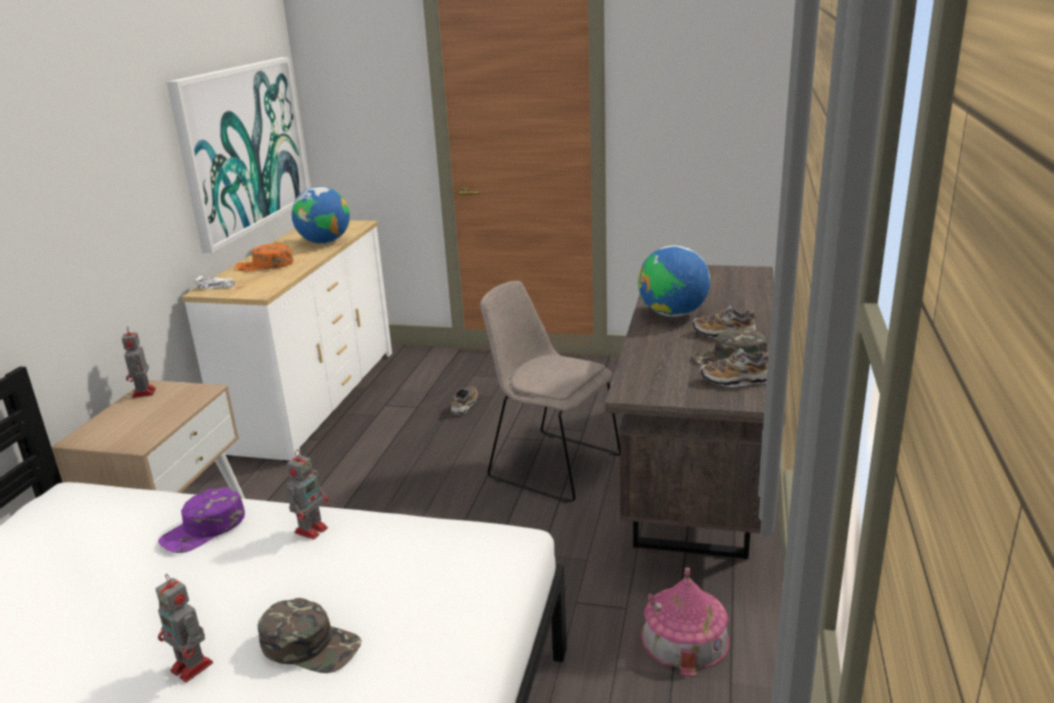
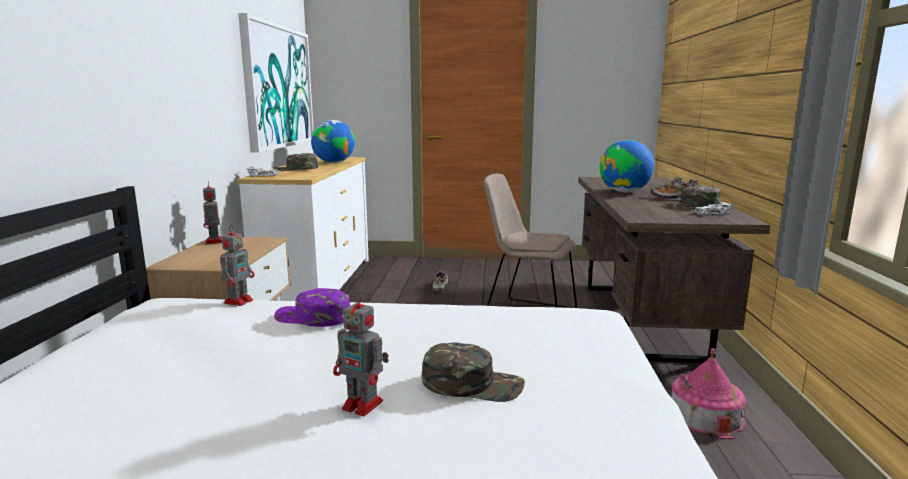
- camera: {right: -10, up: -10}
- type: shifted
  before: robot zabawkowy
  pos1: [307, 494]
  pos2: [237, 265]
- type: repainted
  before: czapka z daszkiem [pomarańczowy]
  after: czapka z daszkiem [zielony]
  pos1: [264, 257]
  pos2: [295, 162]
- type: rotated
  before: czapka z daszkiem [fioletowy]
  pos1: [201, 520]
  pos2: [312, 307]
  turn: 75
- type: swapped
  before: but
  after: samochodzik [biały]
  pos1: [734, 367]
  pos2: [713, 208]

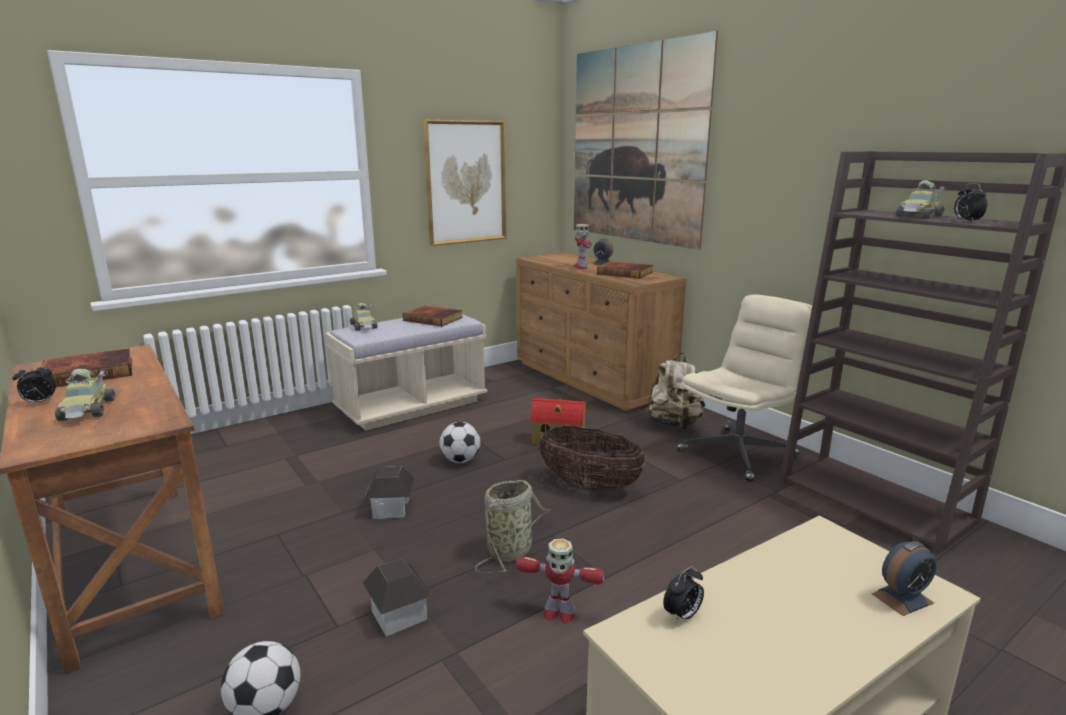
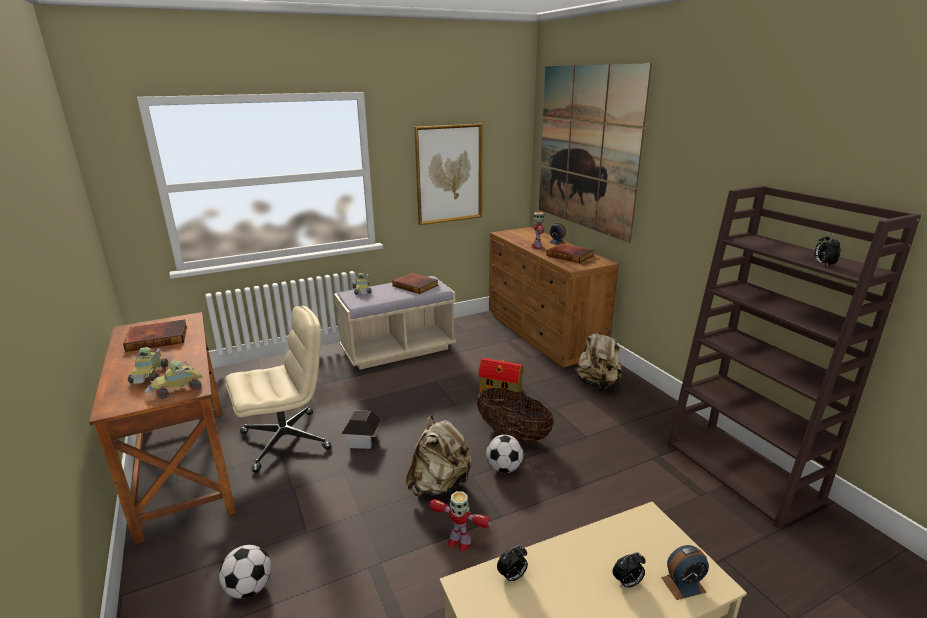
- camera: {right: 10, up: 5}
- type: shifted
  before: samochodzik
  pos1: [921, 199]
  pos2: [174, 379]
- type: shifted
  before: krzesło biurowe [beżowy]
  pos1: [744, 388]
  pos2: [278, 389]
- type: swapped
  before: koszyk
  after: plecak [beżowy]
  pos1: [513, 526]
  pos2: [439, 456]
- type: shifted
  before: piłka futbolowa
  pos1: [460, 442]
  pos2: [504, 454]
- type: shifted
  before: budzik
  pos1: [34, 384]
  pos2: [629, 570]
- type: gone
  before: domek
  pos1: [398, 598]

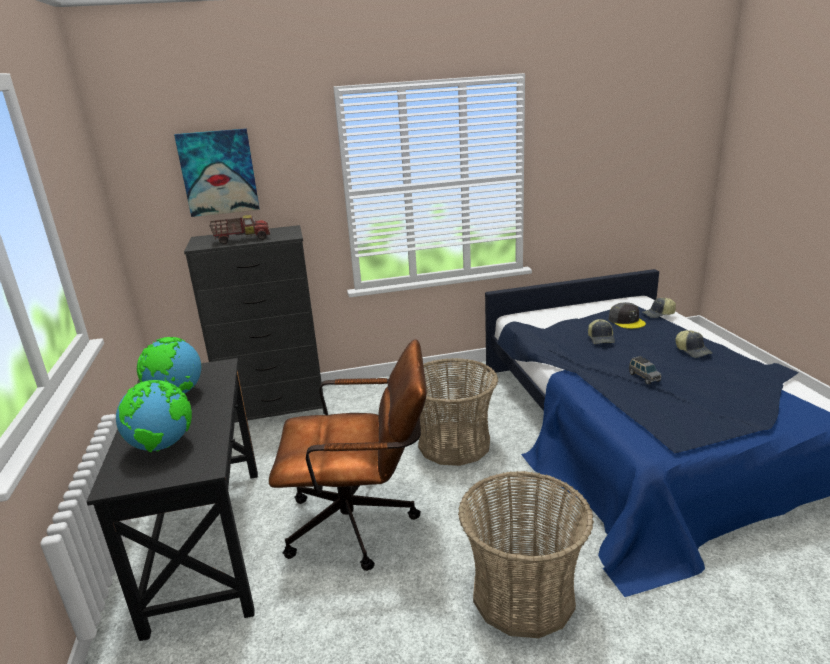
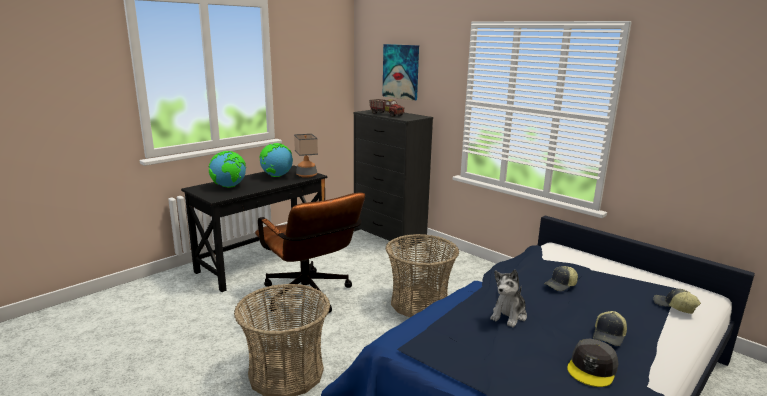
- camera: {right: 55, up: -5}
- type: new
  after: lampa stołowa
  pos2: [306, 156]
- type: swapped
  before: samochodzik [szary]
  after: pluszak
  pos1: [645, 370]
  pos2: [508, 298]
- type: shifted
  before: czapka z daszkiem [szary]
  pos1: [627, 315]
  pos2: [593, 363]

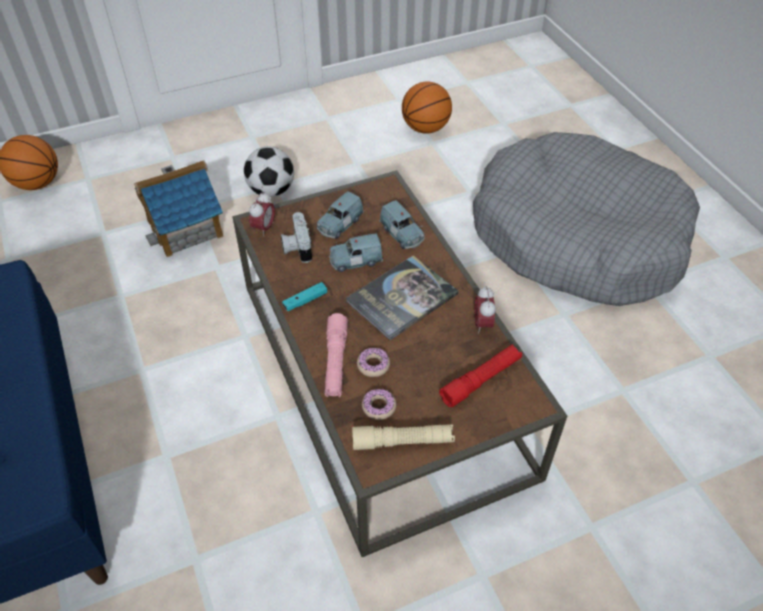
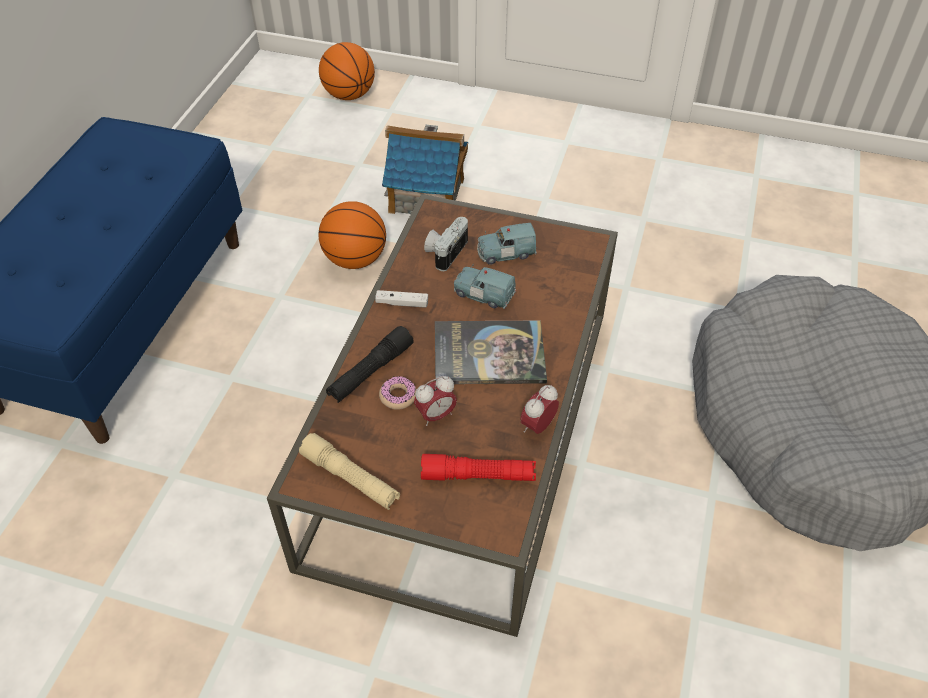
- camera: {right: 40, up: 0}
- type: shifted
  before: piłka do koszykówki
  pos1: [427, 108]
  pos2: [352, 235]
- type: repainted
  before: latarka [różowy]
  after: latarka [czarny]
  pos1: [336, 355]
  pos2: [370, 364]
- type: repainted
  before: pad do gier [turkusowy]
  after: pad do gier [biały]
  pos1: [304, 296]
  pos2: [401, 299]
- type: shifted
  before: budzik
  pos1: [262, 214]
  pos2: [435, 401]
- type: gone
  before: piłka futbolowa
  pos1: [269, 171]
- type: gone
  before: donut
  pos1: [379, 404]
- type: gone
  before: samochodzik [niebieski]
  pos1: [401, 224]

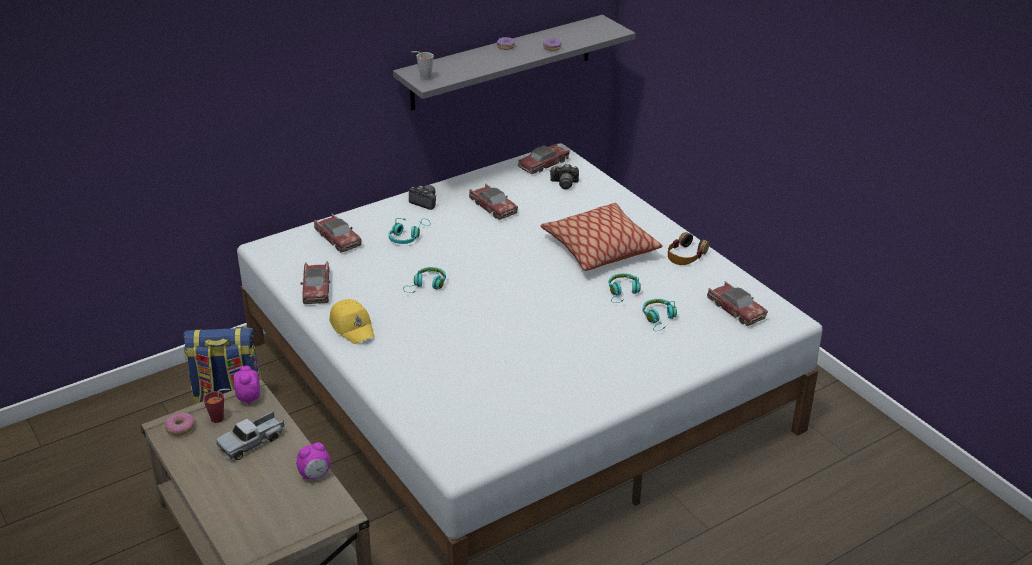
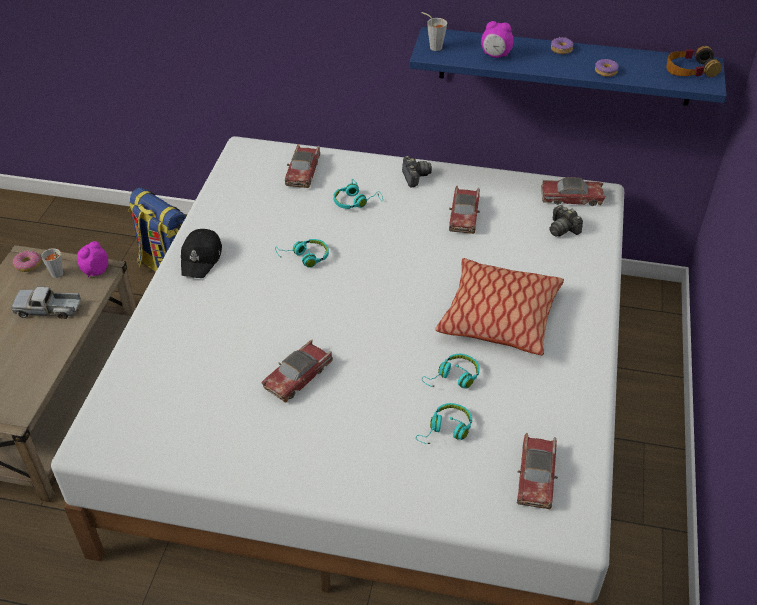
- camera: {right: 45, up: 10}
- type: repainted
  before: filiżanka [czerwony]
  after: filiżanka [szary]
  pos1: [217, 406]
  pos2: [52, 263]
- type: repainted
  before: czapka z daszkiem [żółty]
  after: czapka z daszkiem [czarny]
  pos1: [352, 321]
  pos2: [201, 253]
- type: shifted
  before: samochodzik
  pos1: [315, 282]
  pos2: [297, 370]
- type: repainted
  before: półka [szary]
  after: półka [niebieski]
  pos1: [514, 62]
  pos2: [568, 66]
- type: shifted
  before: budzik
  pos1: [313, 460]
  pos2: [497, 39]
- type: shifted
  before: słuchawki
  pos1: [688, 248]
  pos2: [694, 62]

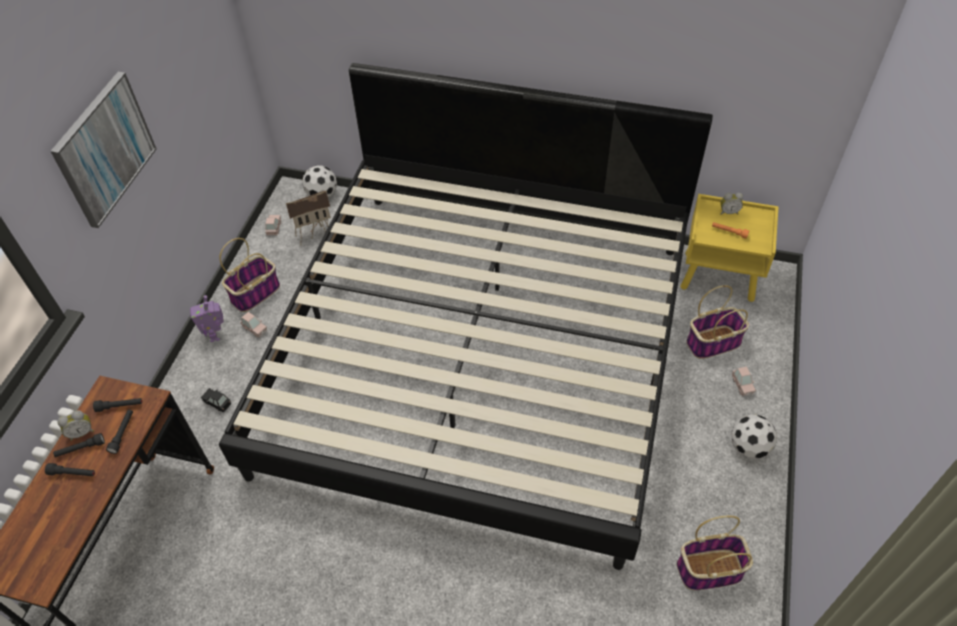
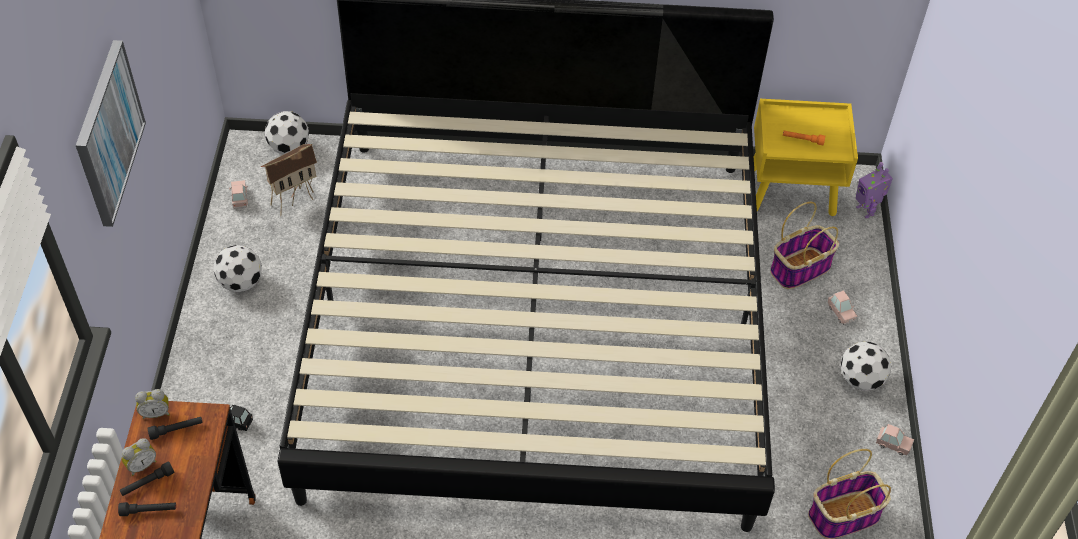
- camera: {right: -15, up: 0}
- type: shifted
  before: budzik
  pos1: [731, 204]
  pos2: [152, 404]
- type: swapped
  before: koszyk
  after: piłka futbolowa
  pos1: [249, 275]
  pos2: [237, 268]
- type: shifted
  before: robot zabawkowy
  pos1: [207, 318]
  pos2: [874, 190]
- type: shifted
  before: samochodzik [różowy]
  pos1: [253, 325]
  pos2: [895, 439]
- type: gone
  before: latarka [czarny]
  pos1: [119, 432]

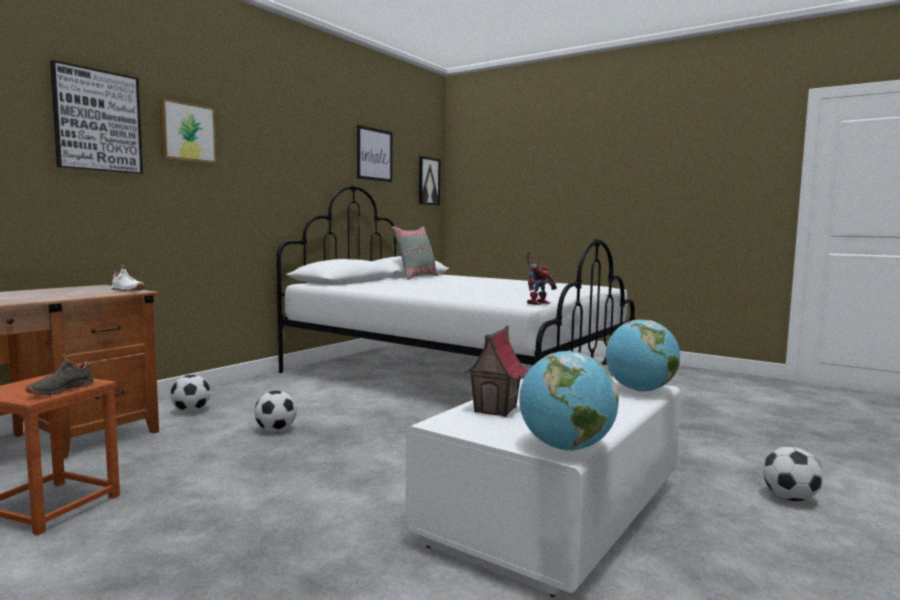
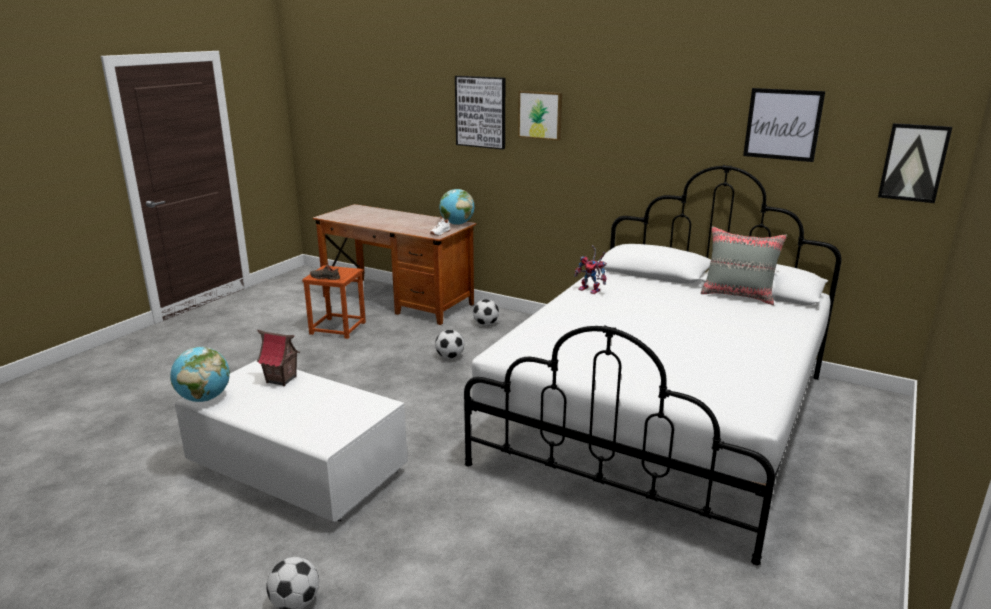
- camera: {right: 85, up: 15}
- type: shifted
  before: globus
  pos1: [643, 355]
  pos2: [456, 207]
- type: shifted
  before: robot zabawkowy
  pos1: [542, 278]
  pos2: [590, 269]

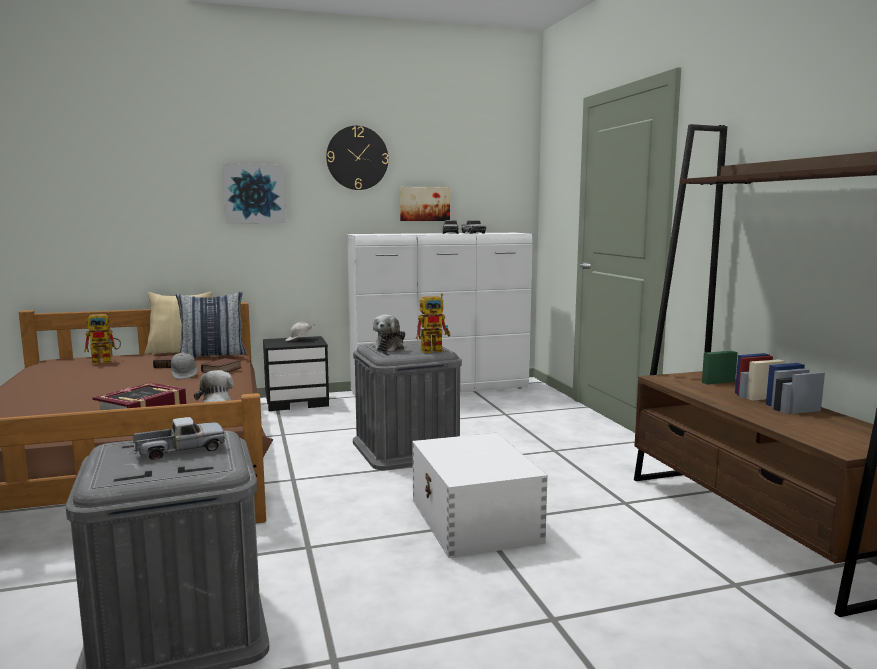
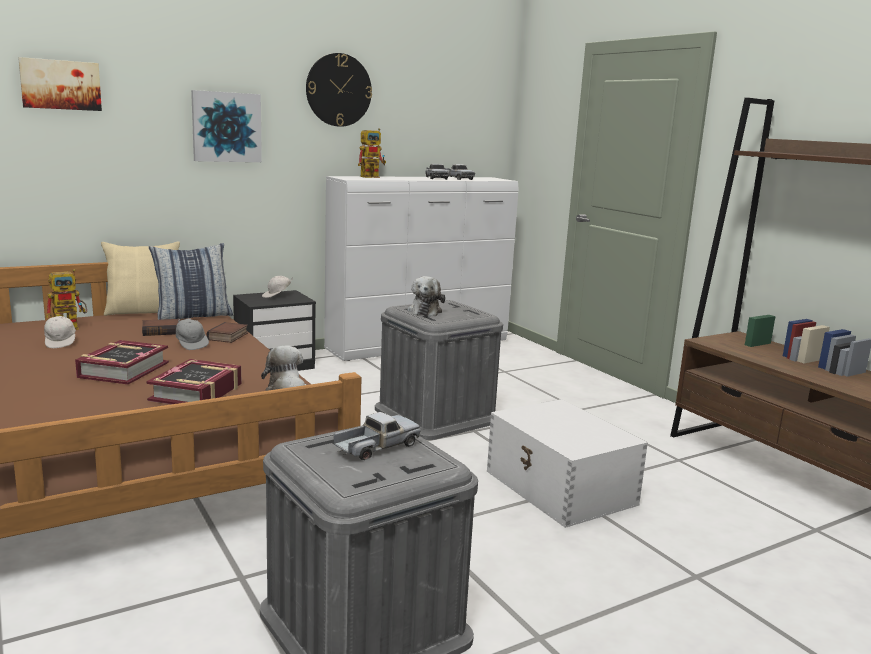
- camera: {right: -15, up: 5}
- type: shifted
  before: obraz
  pos1: [425, 204]
  pos2: [60, 84]
- type: new
  after: czapka z daszkiem [biały]
  pos2: [60, 332]
- type: new
  after: książka
  pos2: [122, 362]
- type: shifted
  before: robot zabawkowy
  pos1: [433, 323]
  pos2: [372, 153]

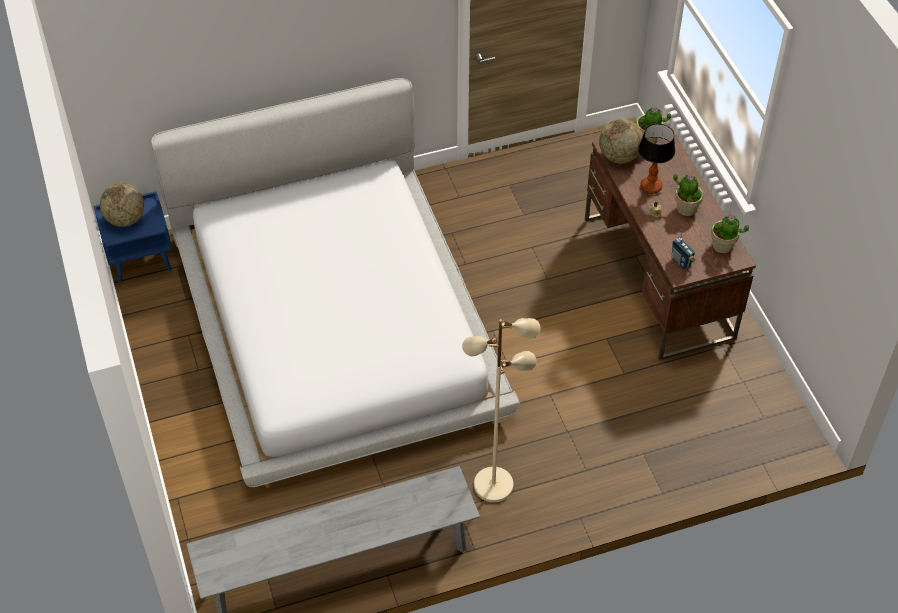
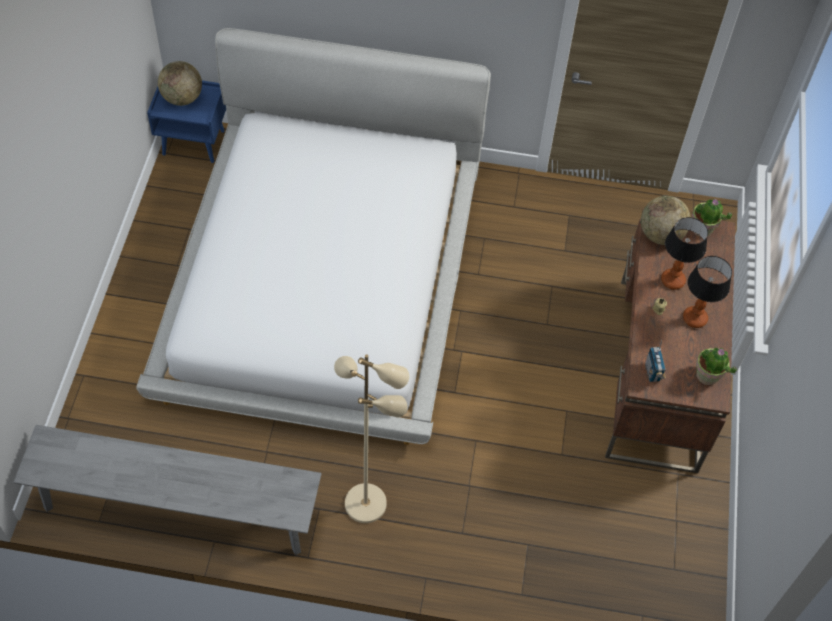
- camera: {right: 25, up: 5}
- type: swapped
  before: roślina doniczkowa
  after: lampa stołowa
  pos1: [688, 195]
  pos2: [707, 292]

